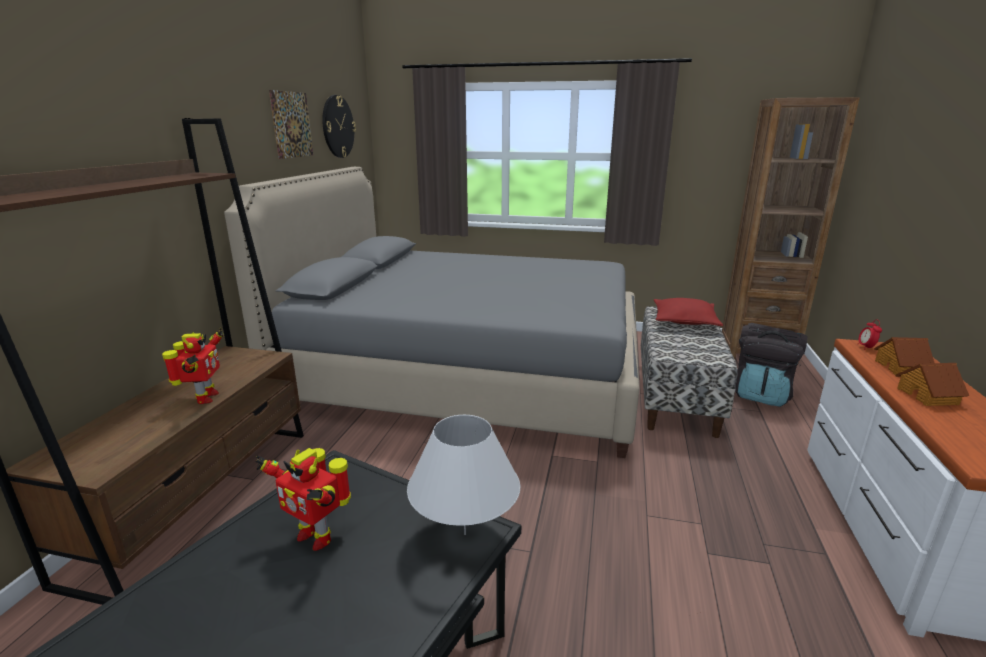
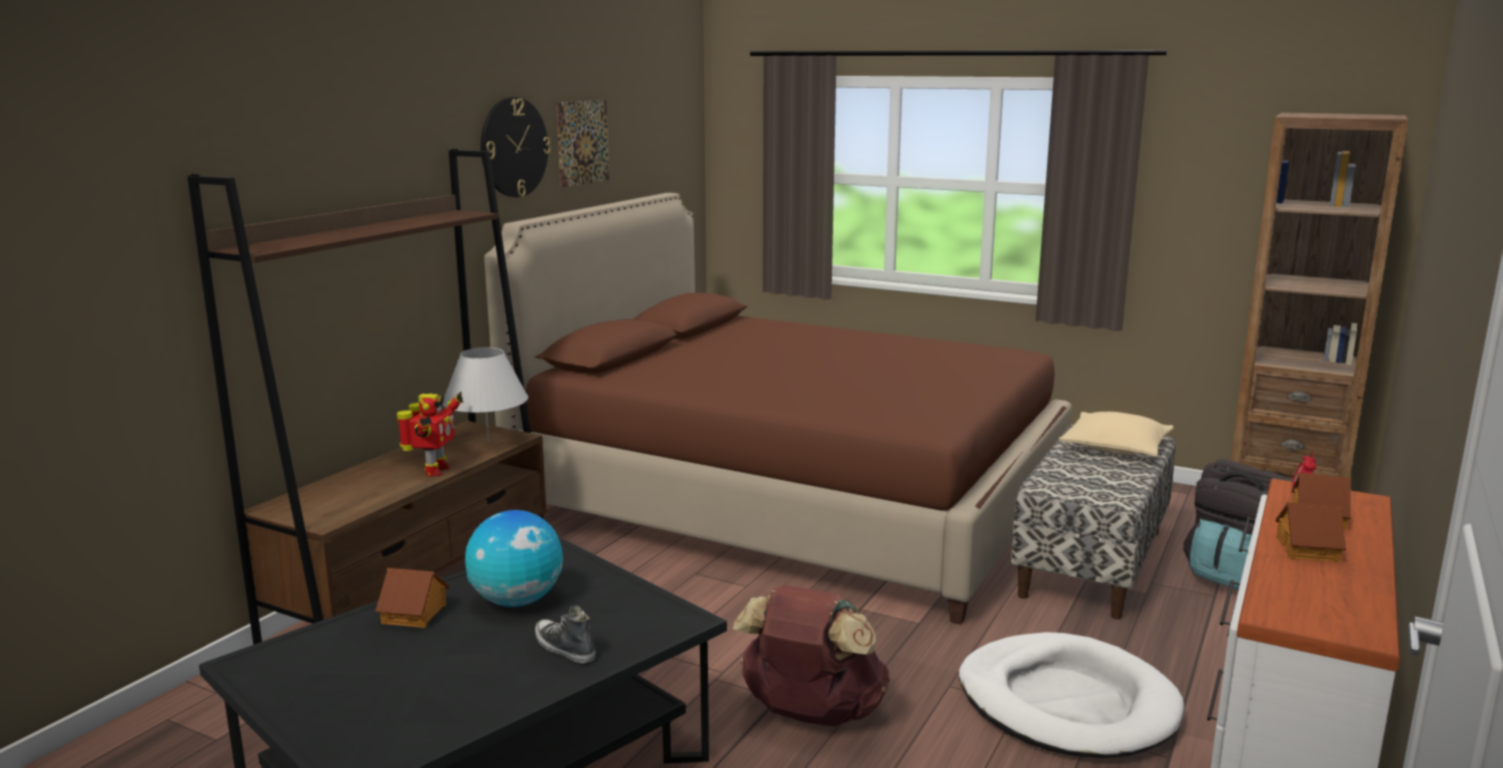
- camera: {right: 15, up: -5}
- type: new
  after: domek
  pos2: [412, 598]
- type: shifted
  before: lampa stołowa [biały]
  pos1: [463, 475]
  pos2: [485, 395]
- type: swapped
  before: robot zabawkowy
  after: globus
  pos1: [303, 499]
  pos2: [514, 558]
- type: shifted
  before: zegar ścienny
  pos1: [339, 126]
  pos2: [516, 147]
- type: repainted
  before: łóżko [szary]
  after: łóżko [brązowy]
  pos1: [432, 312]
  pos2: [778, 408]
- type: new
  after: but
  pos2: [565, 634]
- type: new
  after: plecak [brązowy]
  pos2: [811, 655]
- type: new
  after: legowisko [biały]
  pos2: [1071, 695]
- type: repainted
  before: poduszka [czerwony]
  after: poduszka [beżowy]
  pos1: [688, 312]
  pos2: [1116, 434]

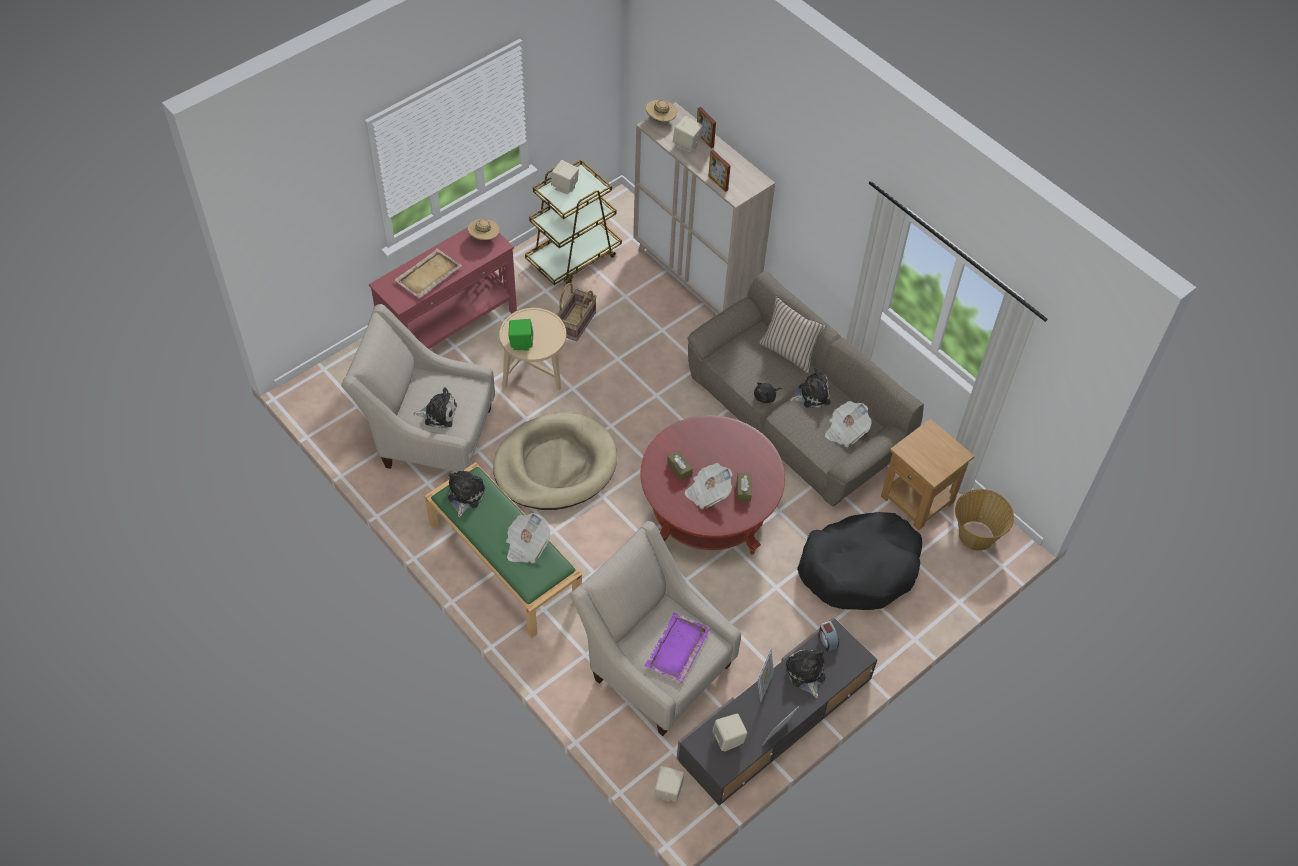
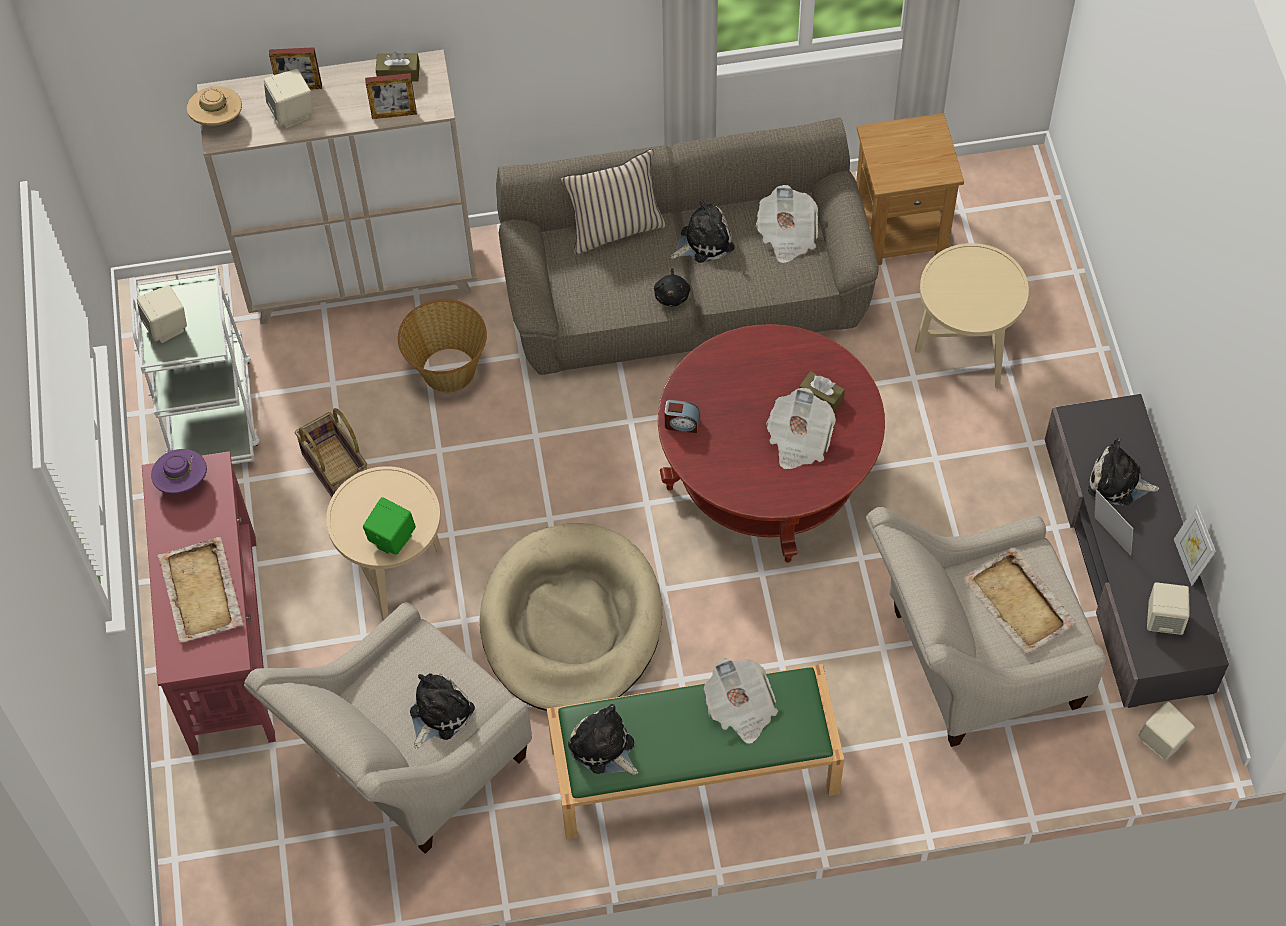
- camera: {right: -55, up: 5}
- type: repainted
  before: wózek [brązowy]
  after: wózek [biały]
  pos1: [573, 222]
  pos2: [194, 365]
- type: repainted
  before: kapelusz [beżowy]
  after: kapelusz [fioletowy]
  pos1: [483, 229]
  pos2: [179, 471]
- type: shifted
  before: pudełko chusteczek [brązowy]
  pos1: [680, 466]
  pos2: [398, 67]
- type: shifted
  before: koszyk
  pos1: [984, 520]
  pos2: [442, 345]
- type: shifted
  before: budzik
  pos1: [828, 636]
  pos2: [682, 416]
- type: rotated
  before: pluszak
  pos1: [810, 388]
  pos2: [703, 231]
  turn: 45
- type: swapped
  before: legowisko [czarny]
  after: stolik [beżowy]
  pos1: [859, 561]
  pos2: [972, 315]
- type: repainted
  before: taca [fioletowy]
  after: taca [beżowy]
  pos1: [678, 647]
  pos2: [1020, 600]

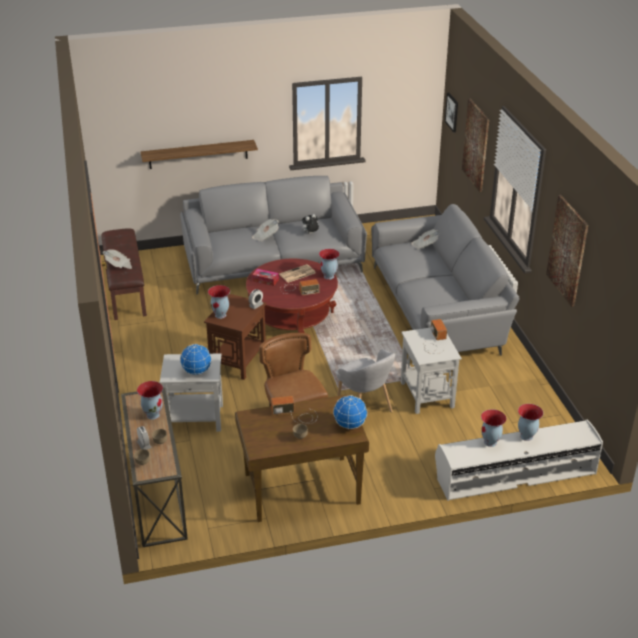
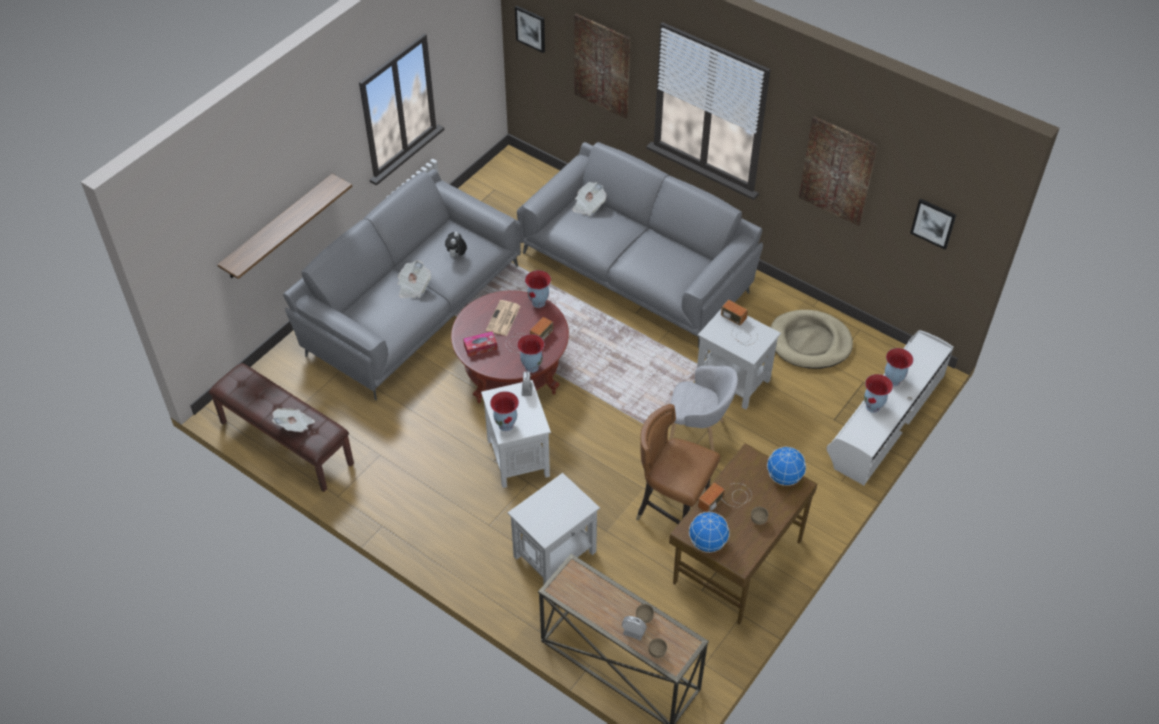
- camera: {right: -40, up: 15}
- type: repainted
  before: stolik [brązowy]
  after: stolik [biały]
  pos1: [235, 337]
  pos2: [516, 434]
- type: shifted
  before: wazon
  pos1: [150, 400]
  pos2: [531, 353]
- type: shifted
  before: globus
  pos1: [196, 359]
  pos2: [709, 532]
- type: new
  after: legowisko [beżowy]
  pos2: [811, 339]
- type: new
  after: obraz
  pos2: [933, 223]

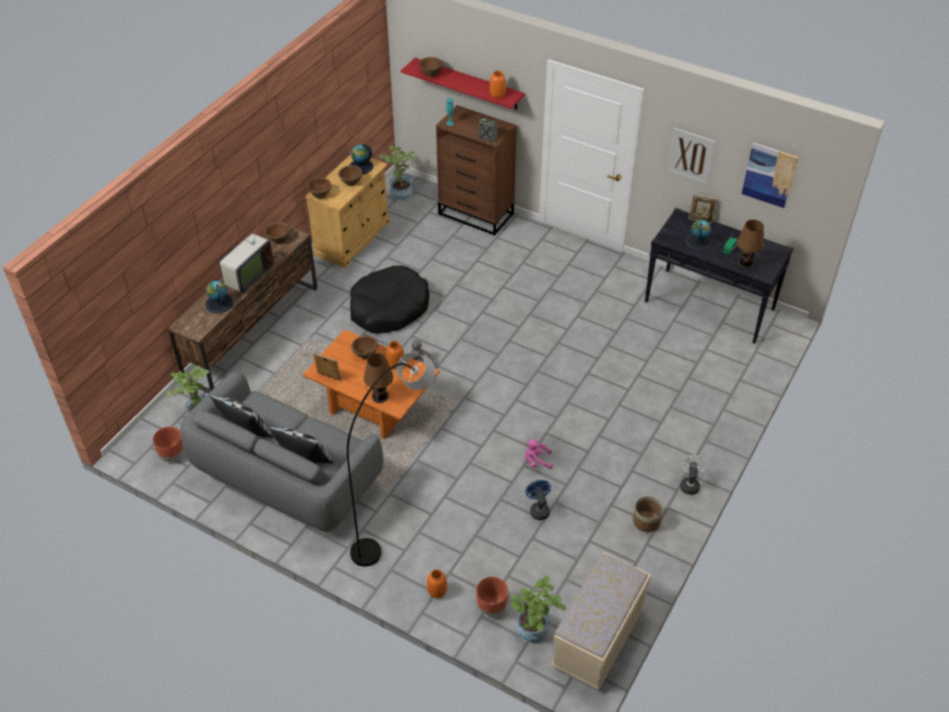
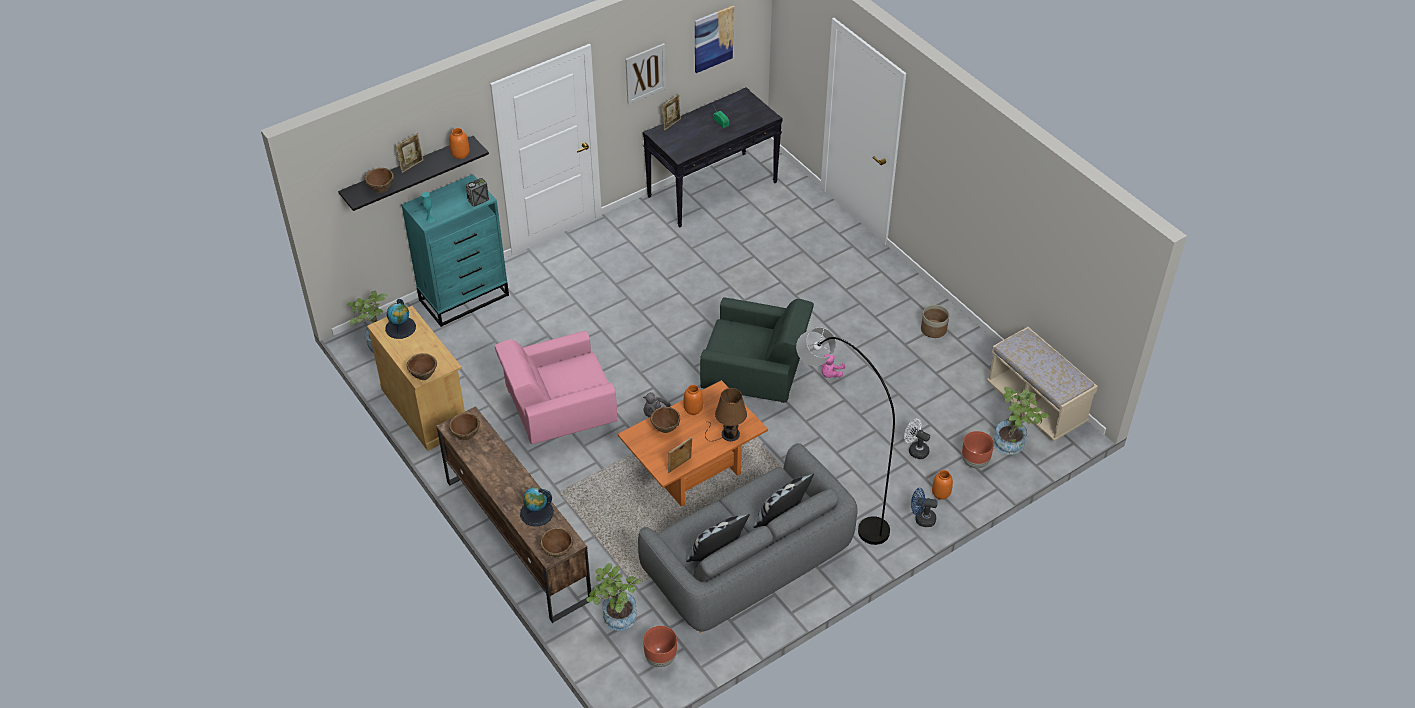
- camera: {right: -65, up: 0}
- type: repainted
  before: półka [czerwony]
  after: półka [czarny]
  pos1: [463, 84]
  pos2: [413, 173]
- type: new
  after: ramka na zdjęcie
  pos2: [409, 153]
- type: repainted
  before: komoda [brązowy]
  after: komoda [turkusowy]
  pos1: [476, 170]
  pos2: [455, 250]
- type: swapped
  before: legowisko [czarny]
  after: fotel [różowy]
  pos1: [390, 300]
  pos2: [556, 387]
- type: shifted
  before: miska [brązowy]
  pos1: [350, 175]
  pos2: [556, 542]
- type: new
  after: fotel [zielony]
  pos2: [757, 350]
- type: shifted
  before: wentylator [biały]
  pos1: [693, 475]
  pos2: [917, 438]
- type: shifted
  before: wentylator [niebieski]
  pos1: [538, 500]
  pos2: [924, 507]
- type: gone
  before: telewizor
  pos1: [246, 254]
- type: gone
  before: globus
  pos1: [698, 235]
- type: gone
  before: lampa stołowa [brązowy]
  pos1: [752, 249]

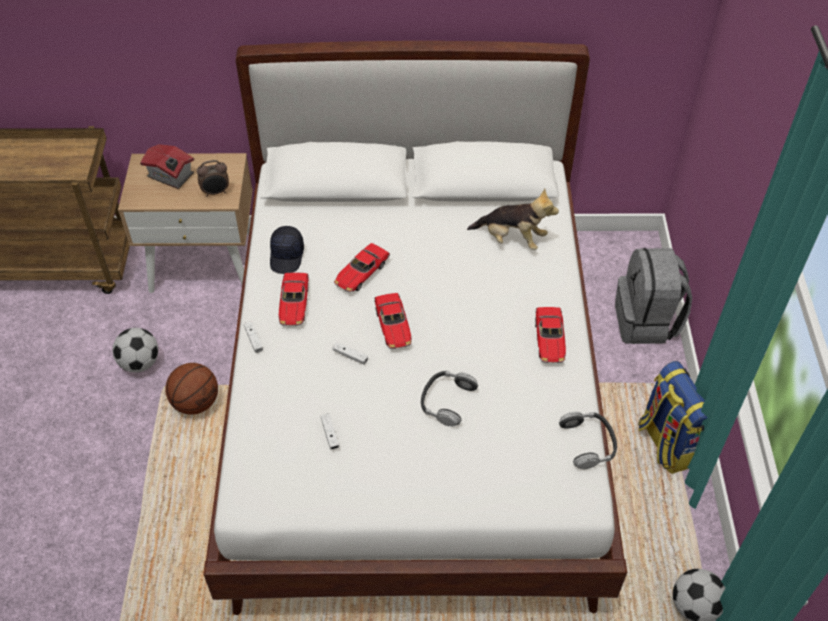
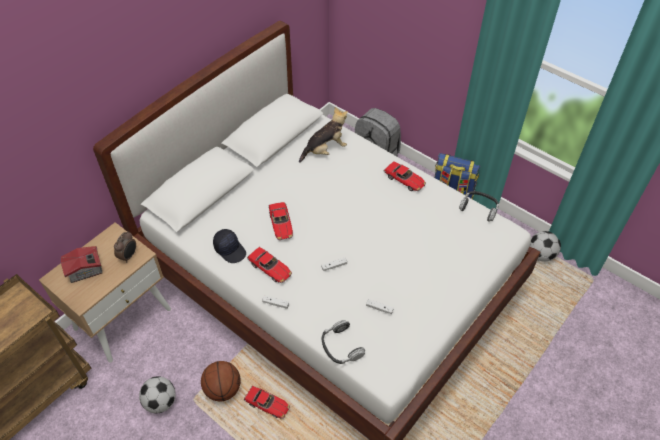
- camera: {right: -50, up: 0}
- type: shifted
  before: samochodzik
  pos1: [393, 321]
  pos2: [267, 402]
- type: shifted
  before: słuchawki
  pos1: [449, 398]
  pos2: [343, 342]

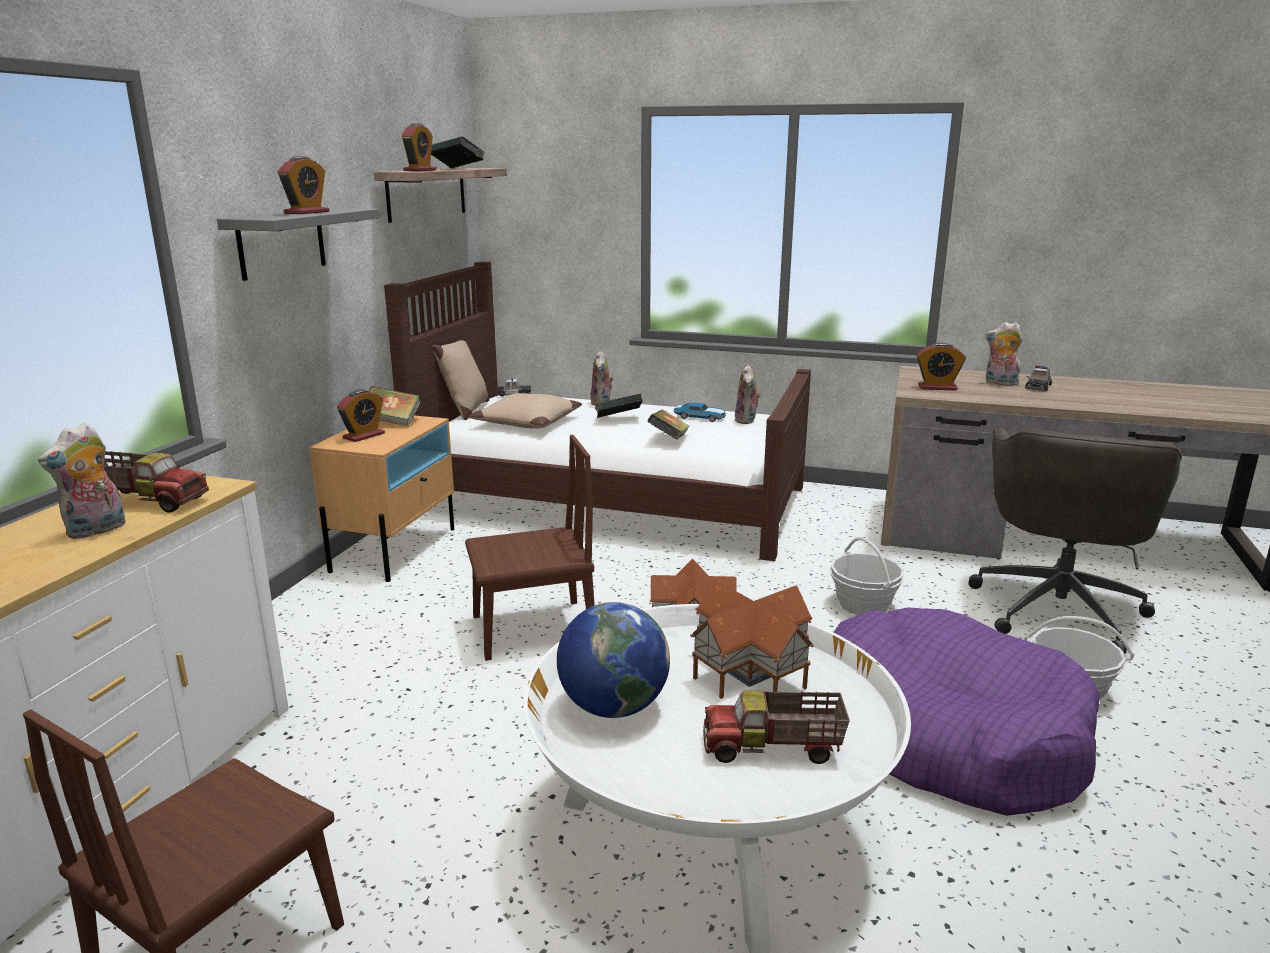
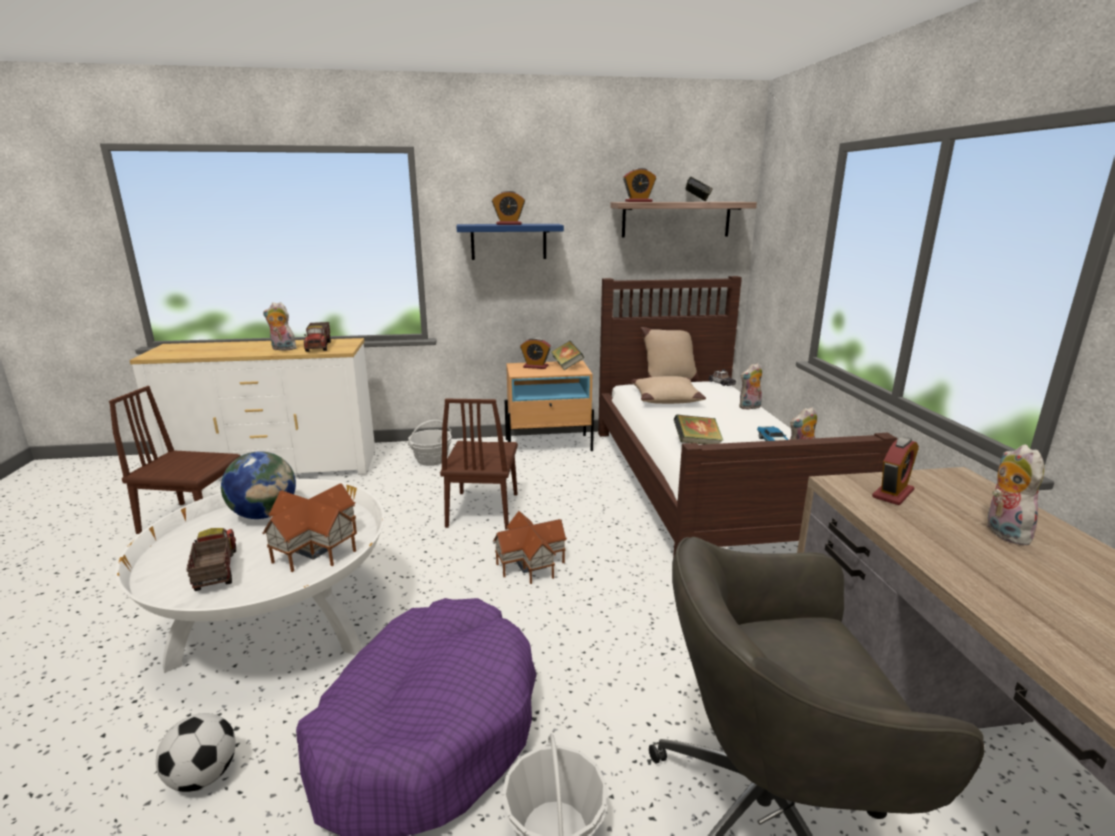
- camera: {right: 65, up: 0}
- type: new
  after: piłka futbolowa
  pos2: [196, 752]
- type: shifted
  before: koszyk
  pos1: [867, 576]
  pos2: [429, 443]
- type: rotated
  before: krzesło [brązowy]
  pos1: [530, 548]
  pos2: [479, 464]
  turn: 45
- type: repainted
  before: półka [szary]
  after: półka [niebieski]
  pos1: [298, 244]
  pos2: [510, 242]
- type: rotated
  before: budzik
  pos1: [941, 367]
  pos2: [895, 471]
  turn: -120
- type: gone
  before: książka
  pos1: [618, 406]
- type: gone
  before: samochodzik
  pos1: [1038, 378]

